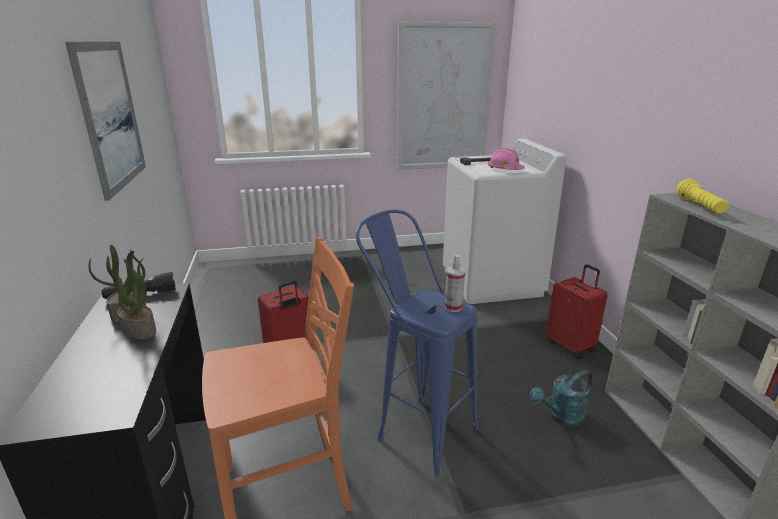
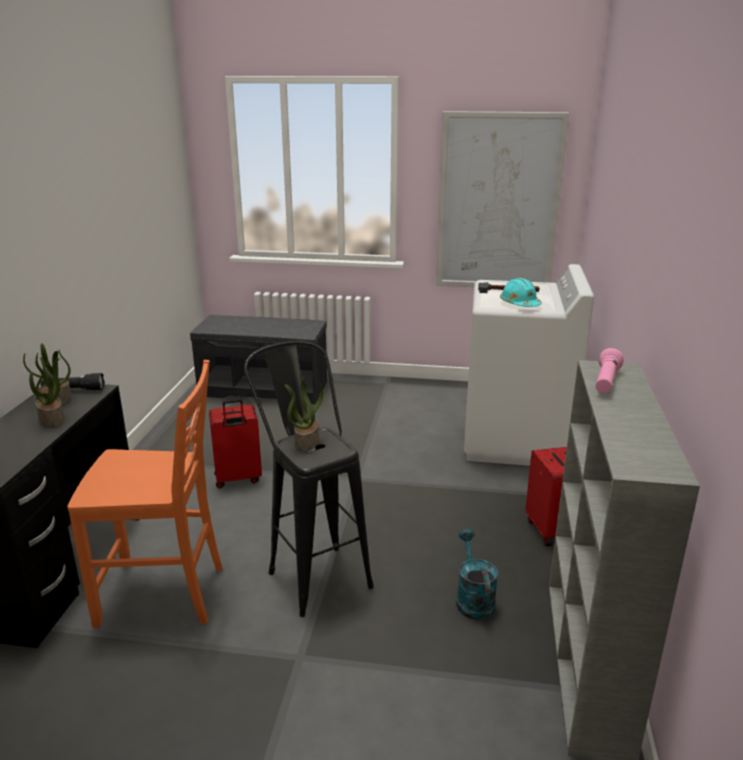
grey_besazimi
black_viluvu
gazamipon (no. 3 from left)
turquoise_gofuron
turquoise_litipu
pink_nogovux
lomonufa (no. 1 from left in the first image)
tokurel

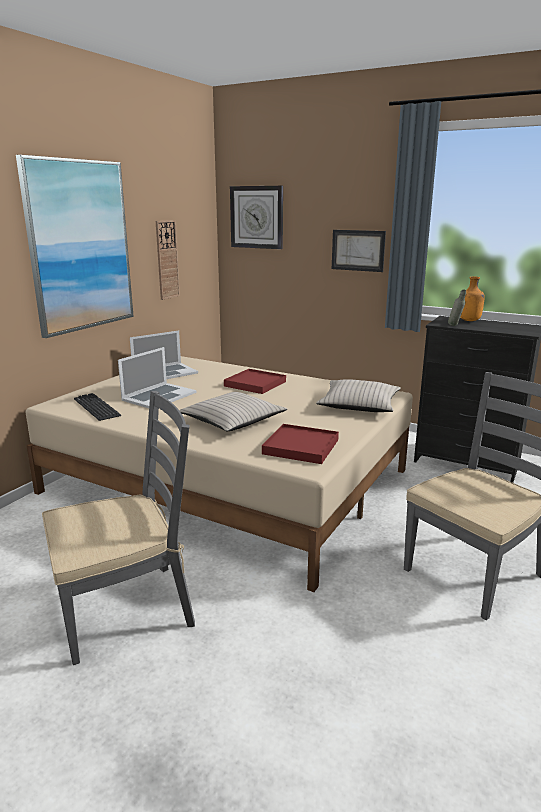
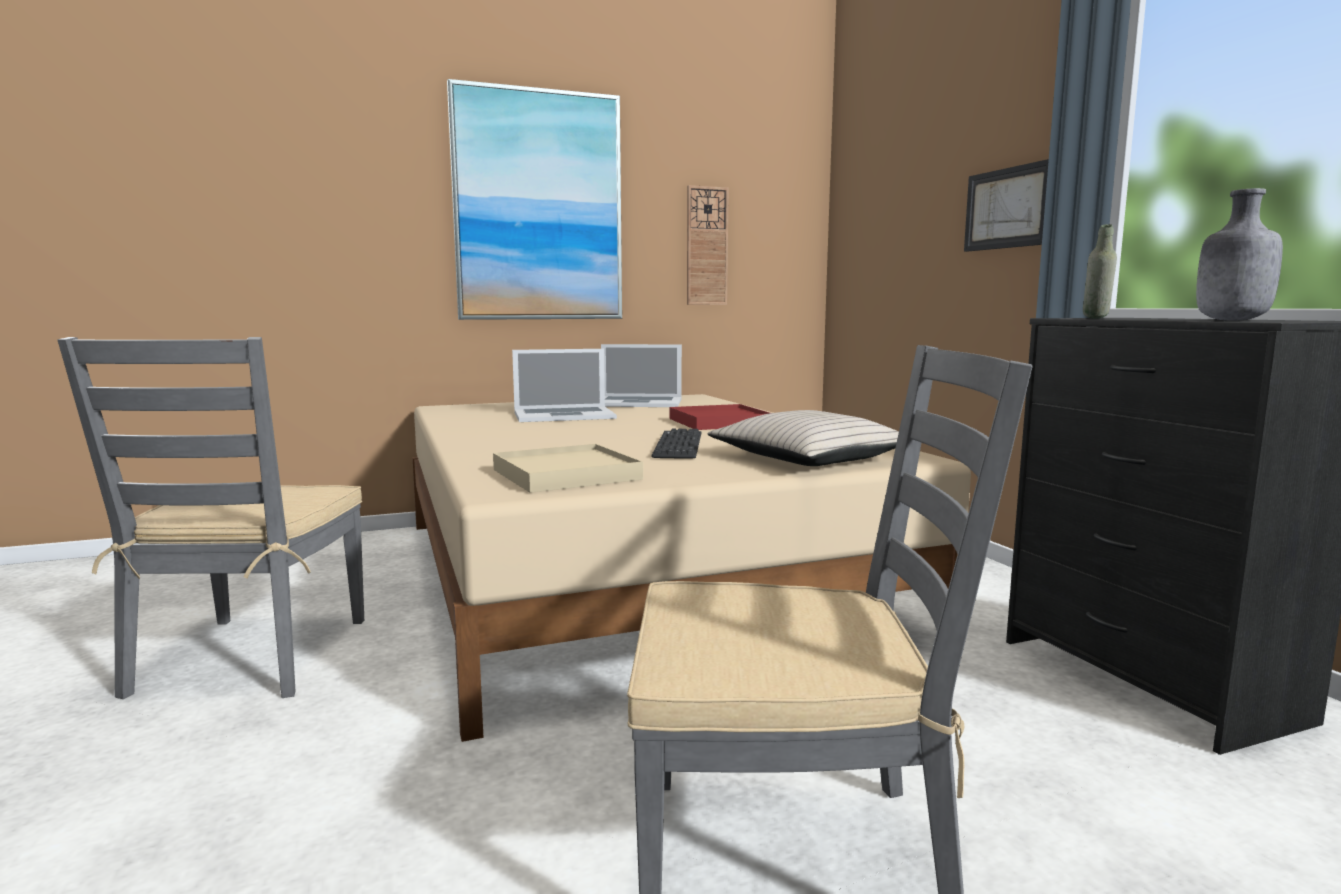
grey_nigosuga (no. 1 from left)
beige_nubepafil
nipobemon
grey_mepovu (no. 2 from left)
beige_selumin (no. 1 from left in the first image)
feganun (no. 2 from left in the first image)
orange_mepovu

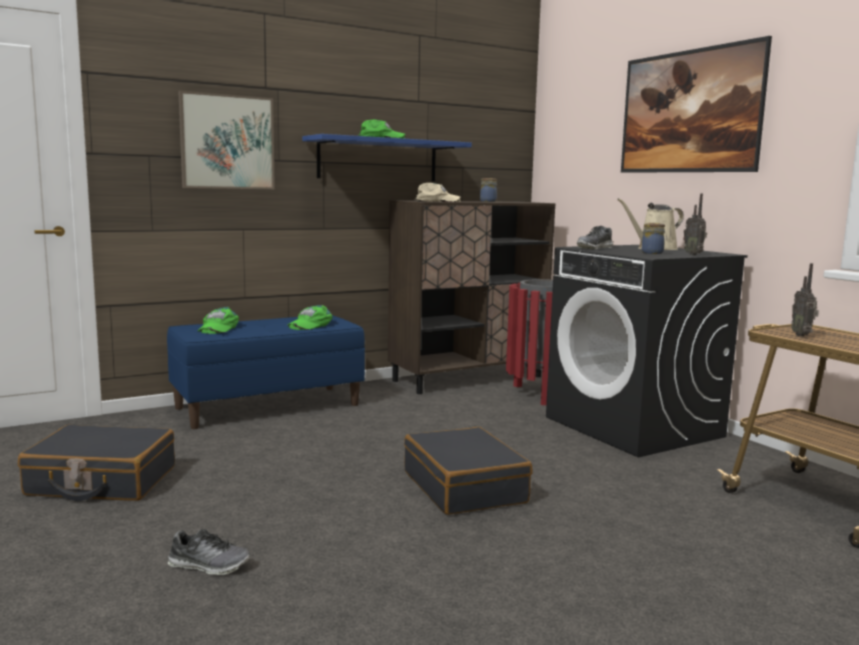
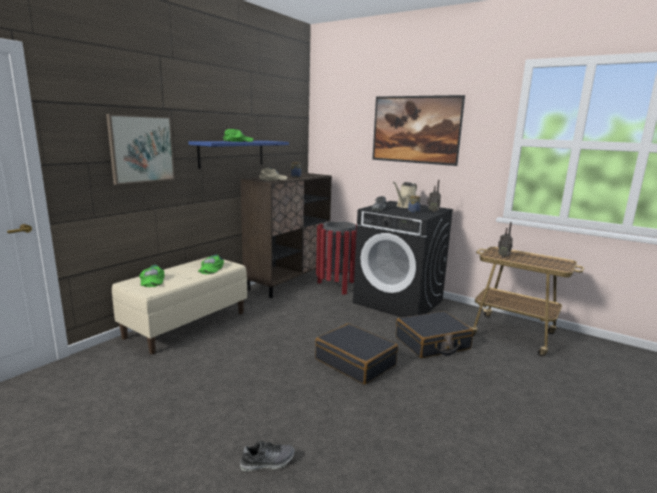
beige_besazimi
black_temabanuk (no. 2 from left)

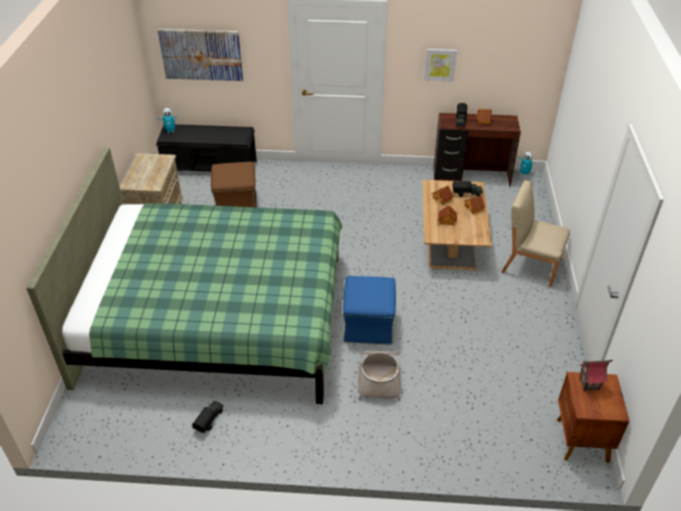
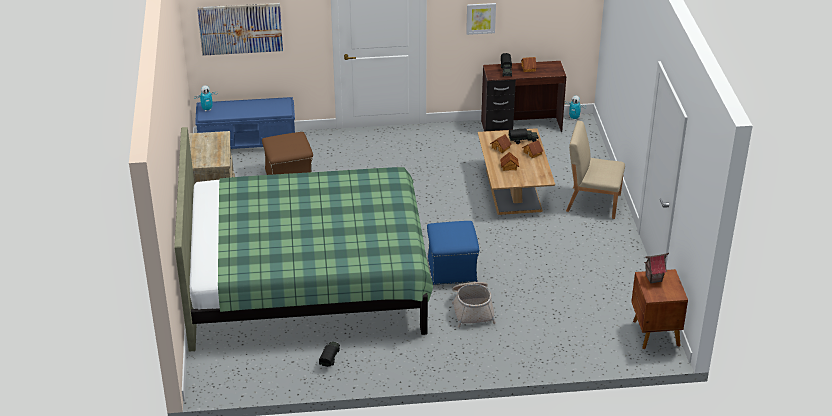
blue_besazimi

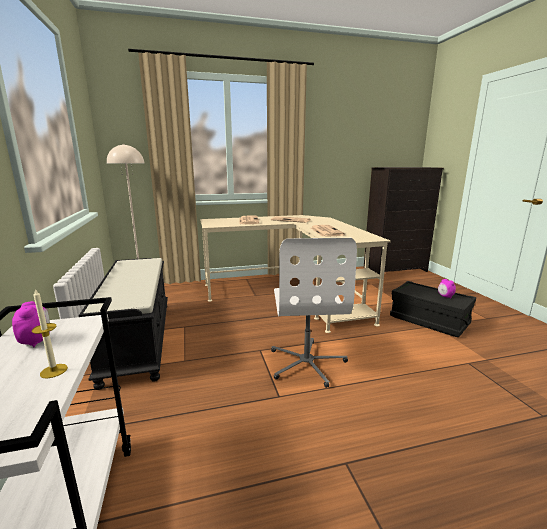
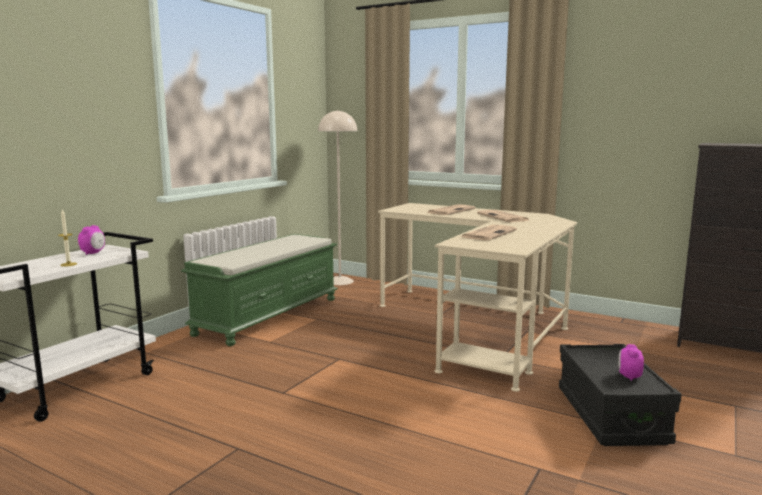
green_besazimi
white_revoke

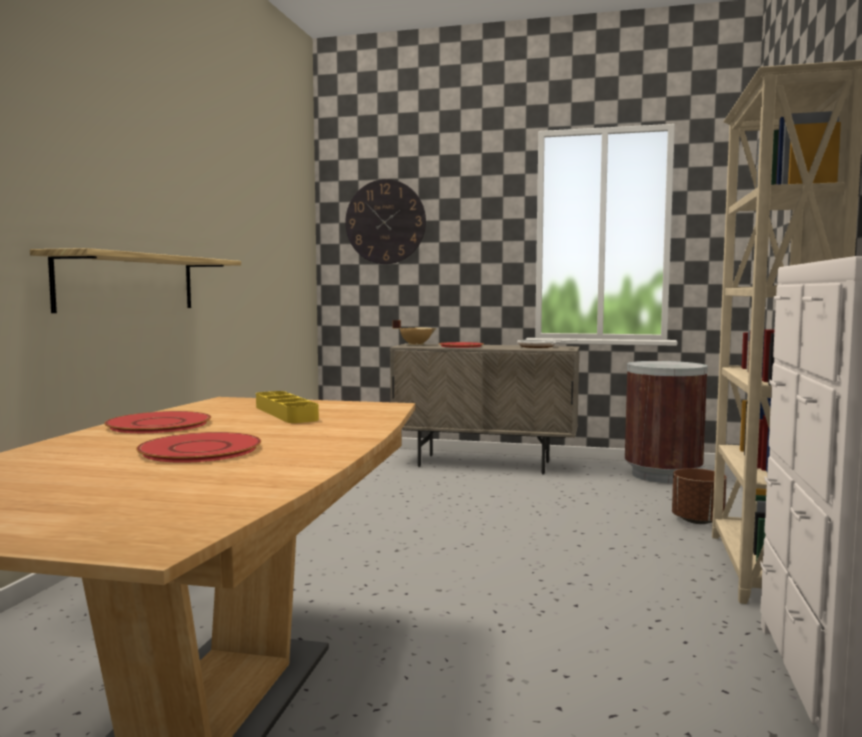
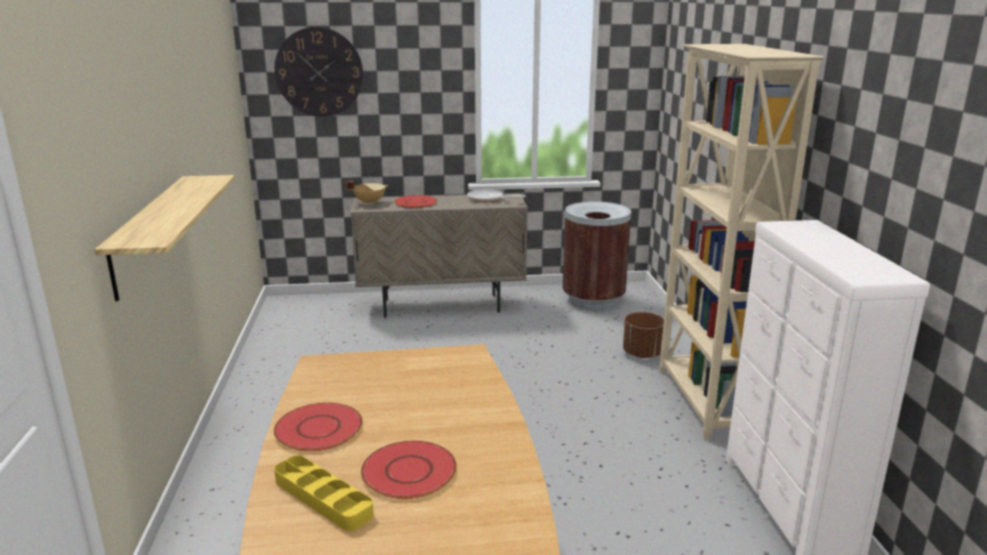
yellow_nubepafil

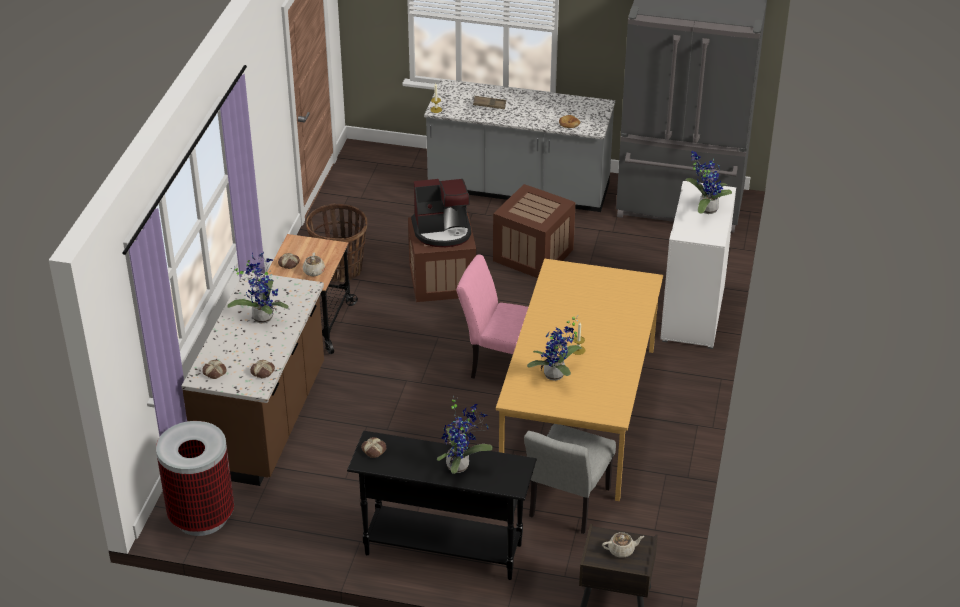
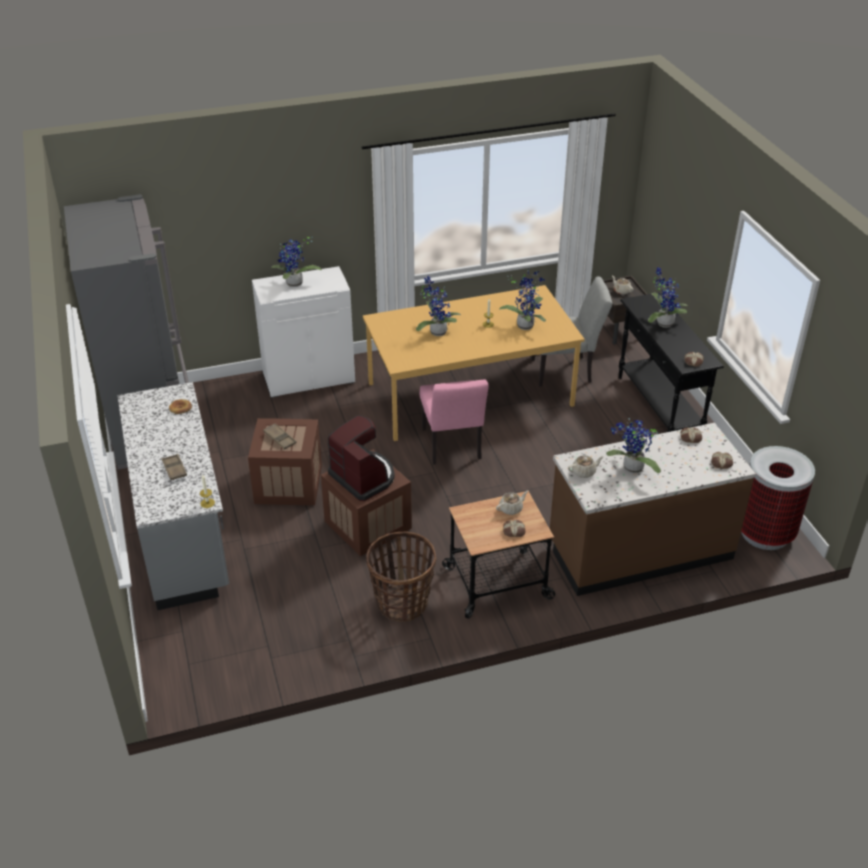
brown_nubepafil (no. 2 from left)
gazamipon (no. 2 from left)
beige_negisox (no. 2 from left)

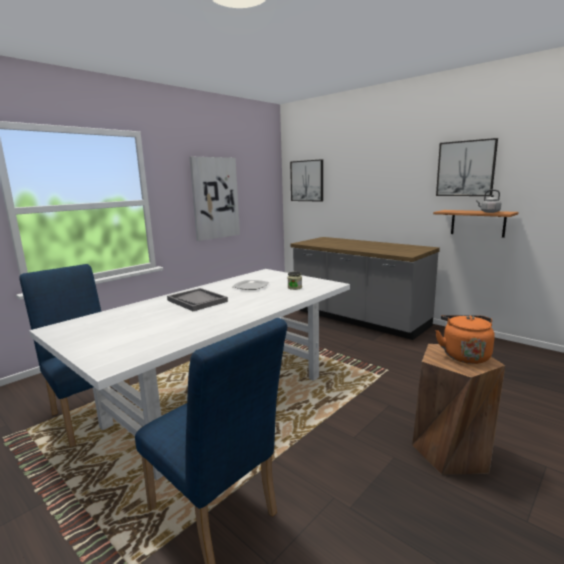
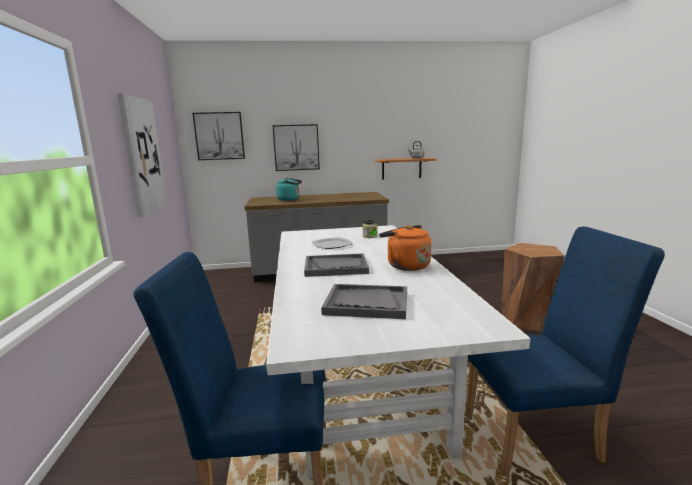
lomonufa (no. 3 from left)
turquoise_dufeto
grey_nubepafil (no. 2 from left)
orange_dufeto

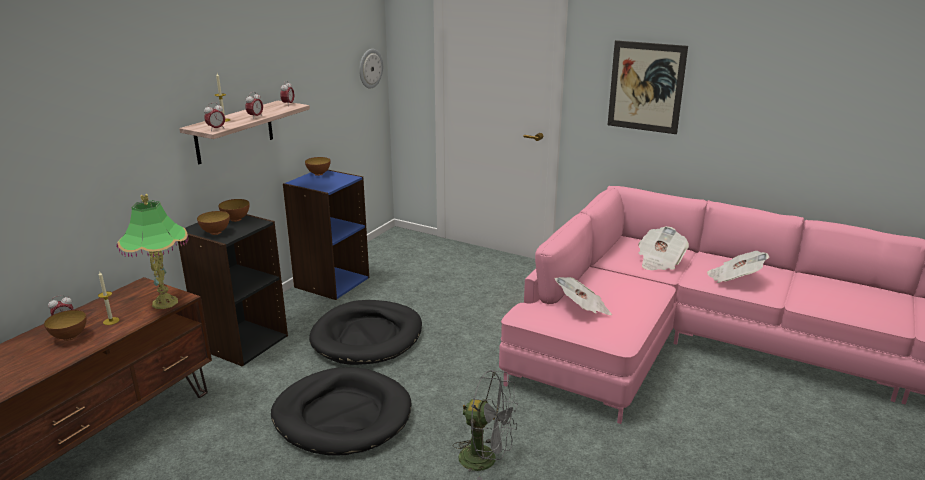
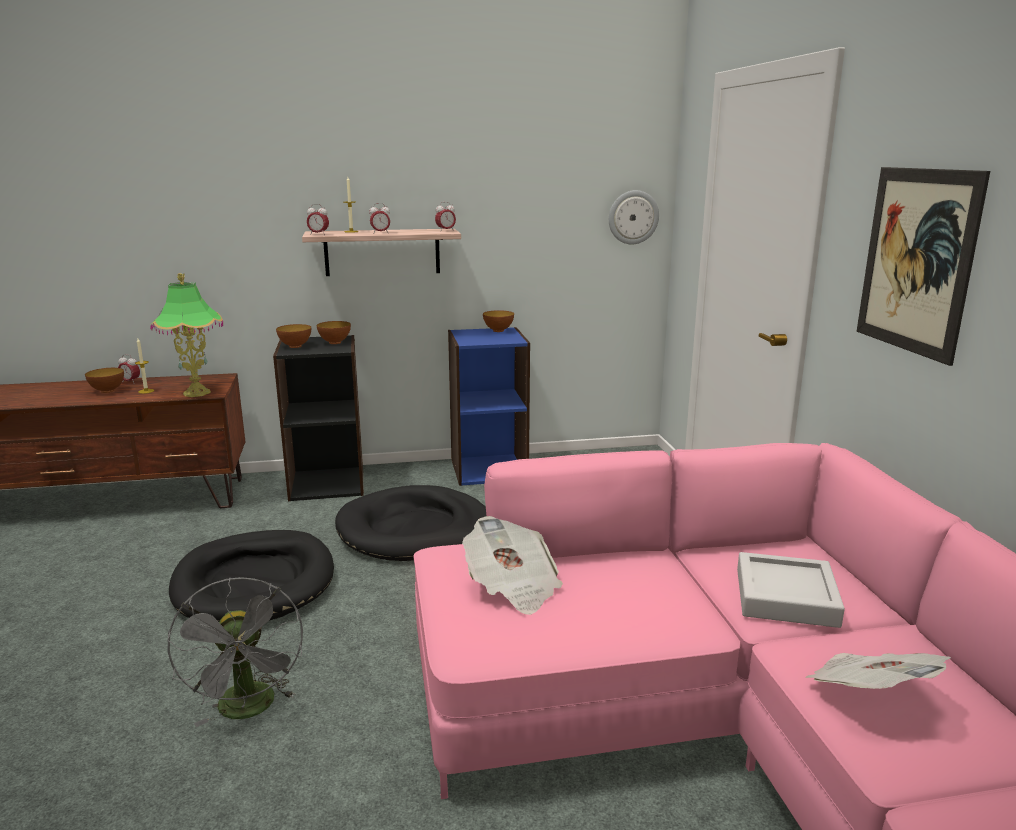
grey_nubepafil

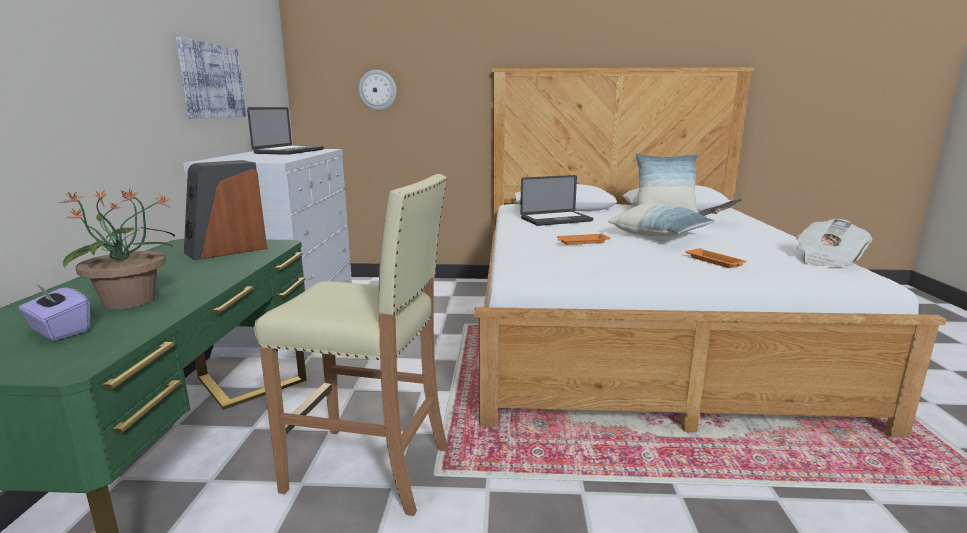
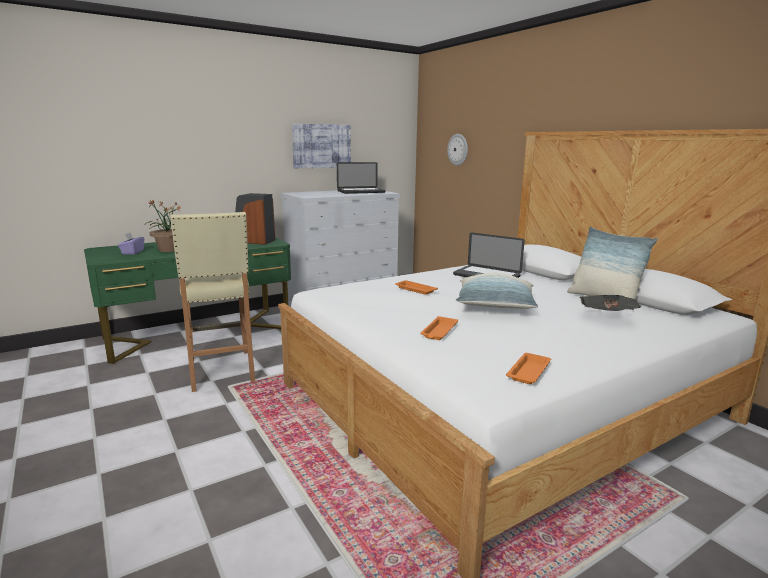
orange_nubepafil (no. 3 from left)

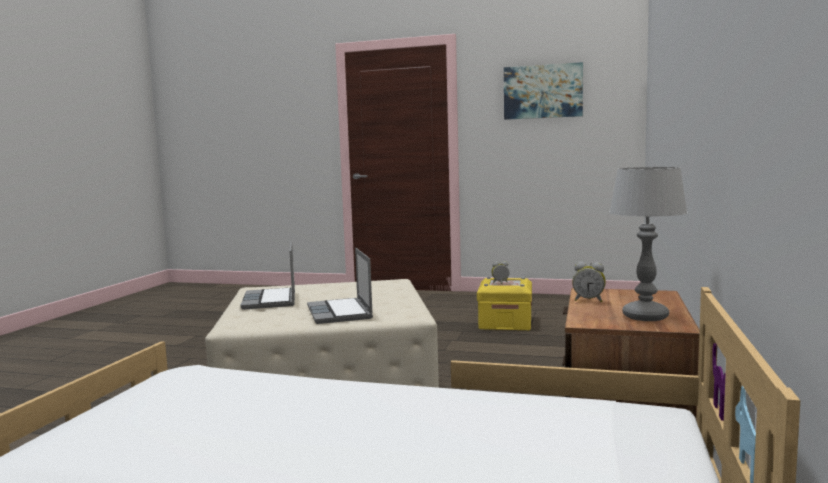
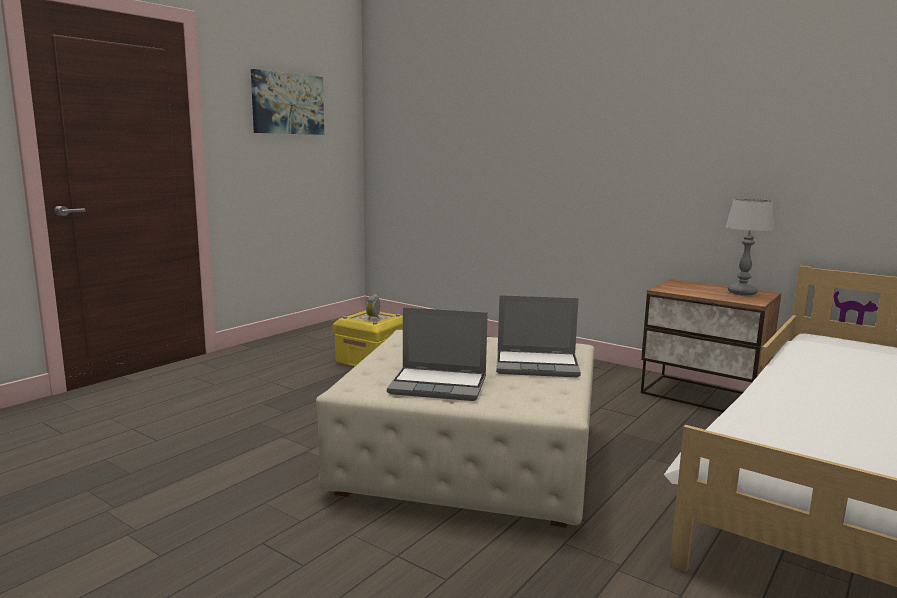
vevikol (no. 2 from left in the first image)

